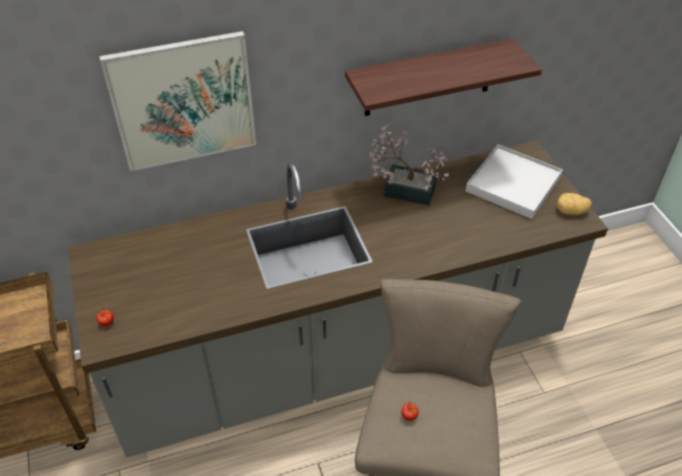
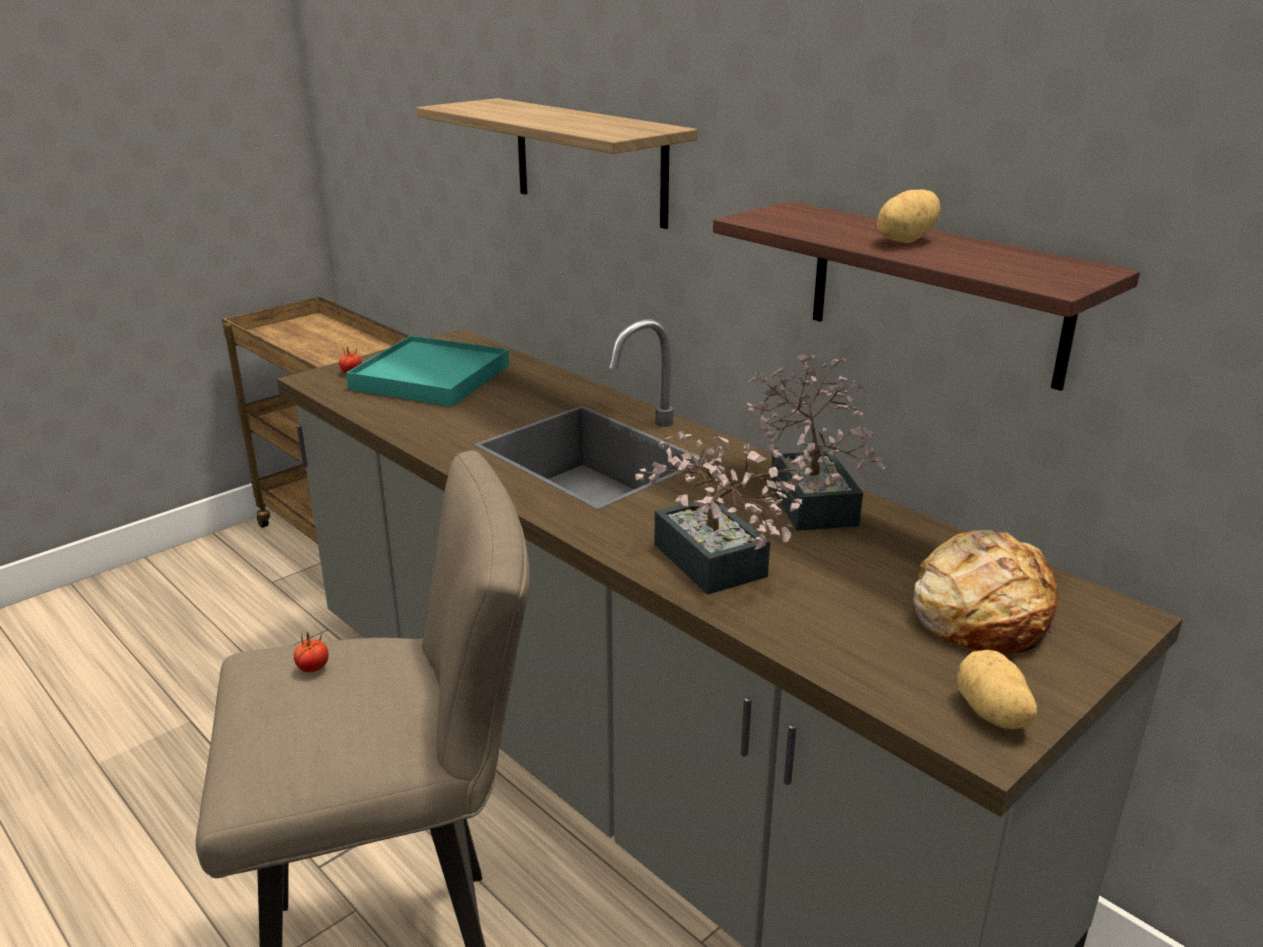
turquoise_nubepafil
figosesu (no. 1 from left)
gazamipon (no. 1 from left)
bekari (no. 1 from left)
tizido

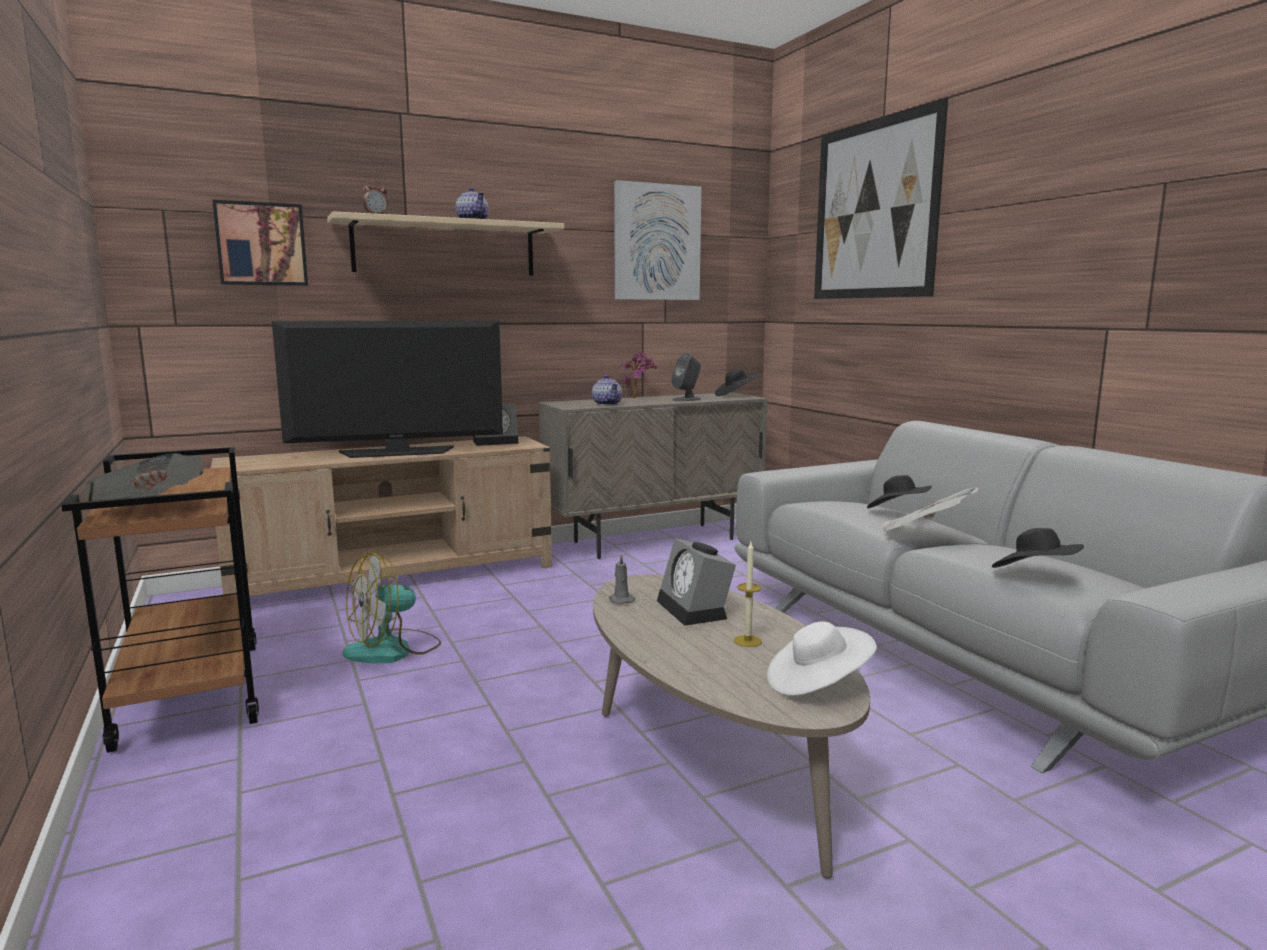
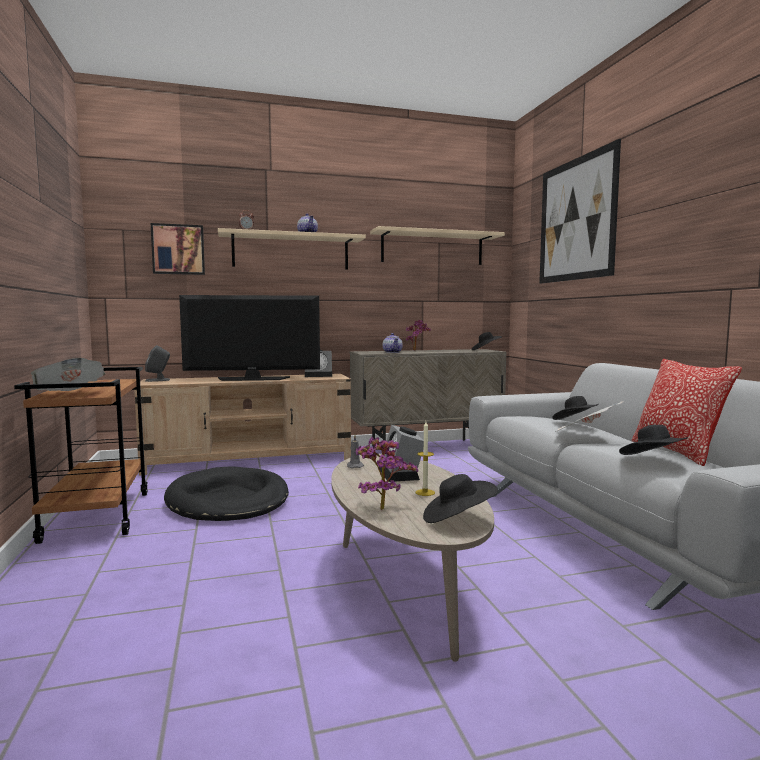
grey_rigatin
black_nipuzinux
gazamipon (no. 1 from left)
beige_figosesu (no. 2 from left)
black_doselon (no. 1 from left)
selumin

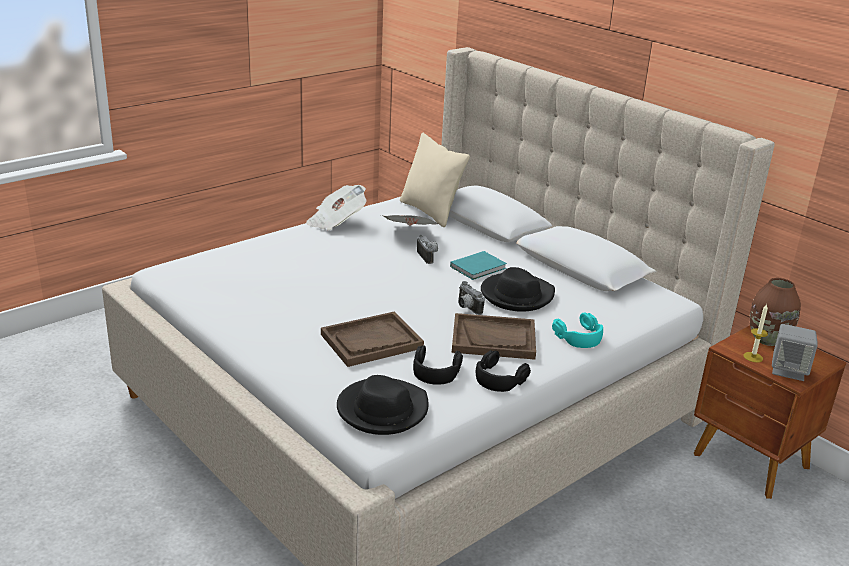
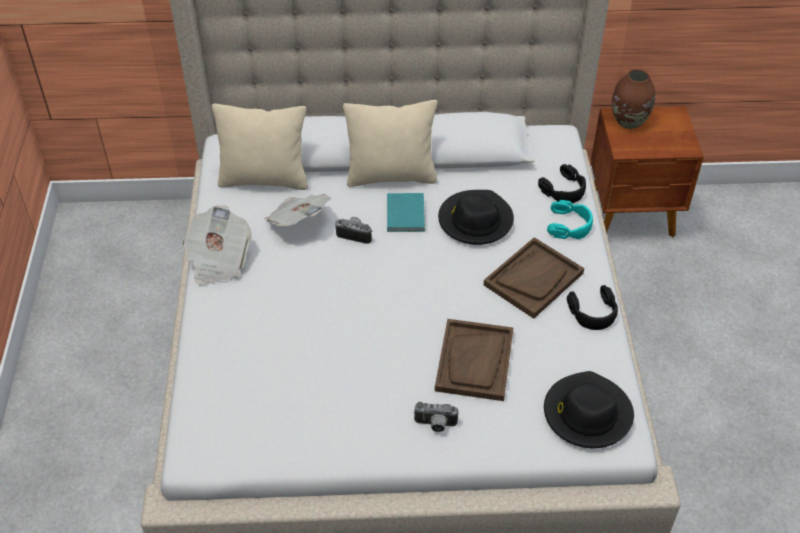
beige_selumin (no. 2 from left)
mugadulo (no. 2 from left)
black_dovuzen (no. 1 from left)
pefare
grey_rigatin

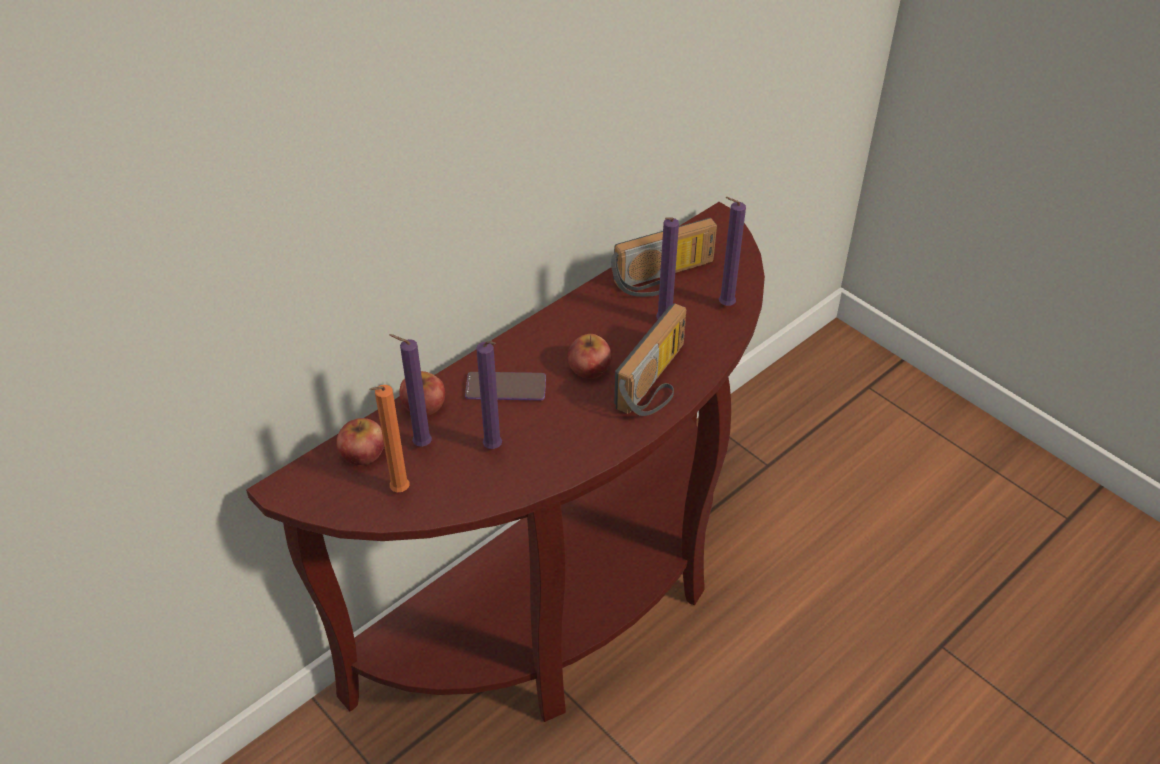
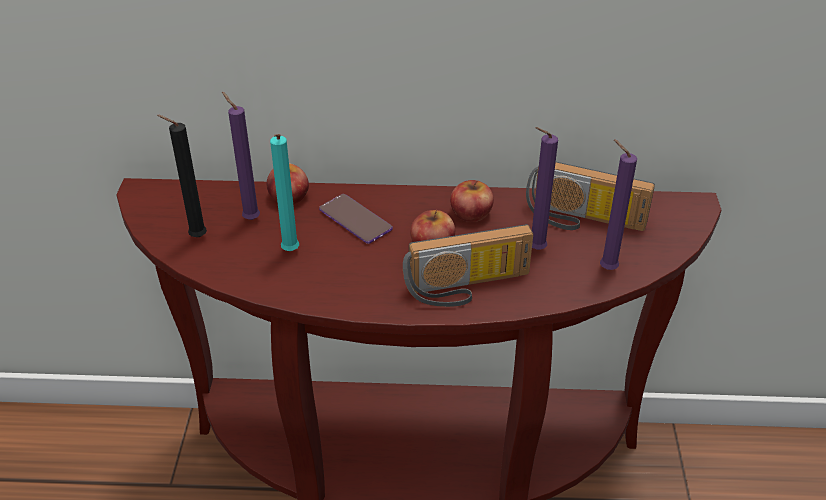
black_pefare
turquoise_pefare
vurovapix (no. 3 from left)

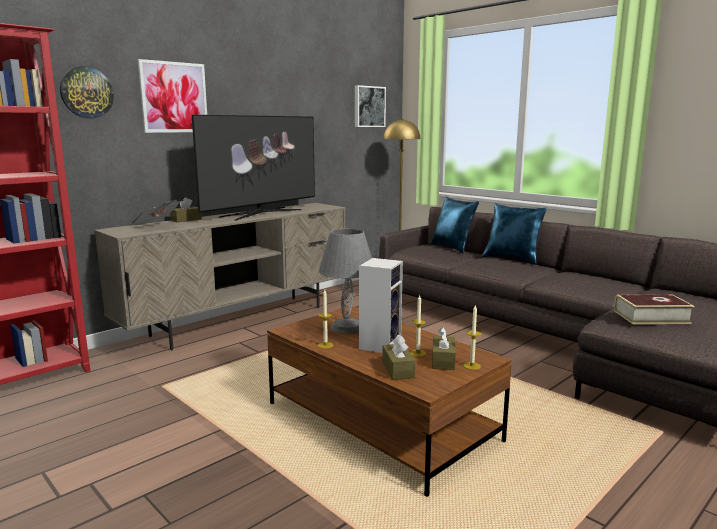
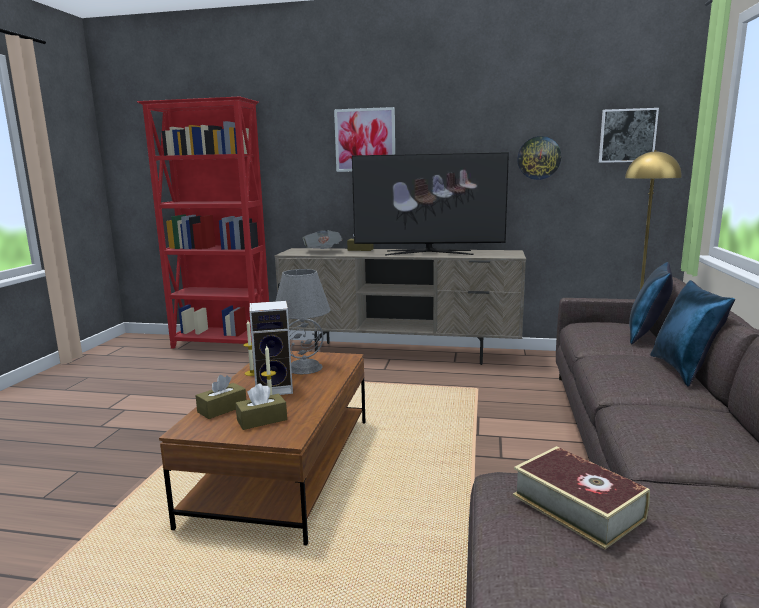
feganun
pefare (no. 3 from left in the first image)

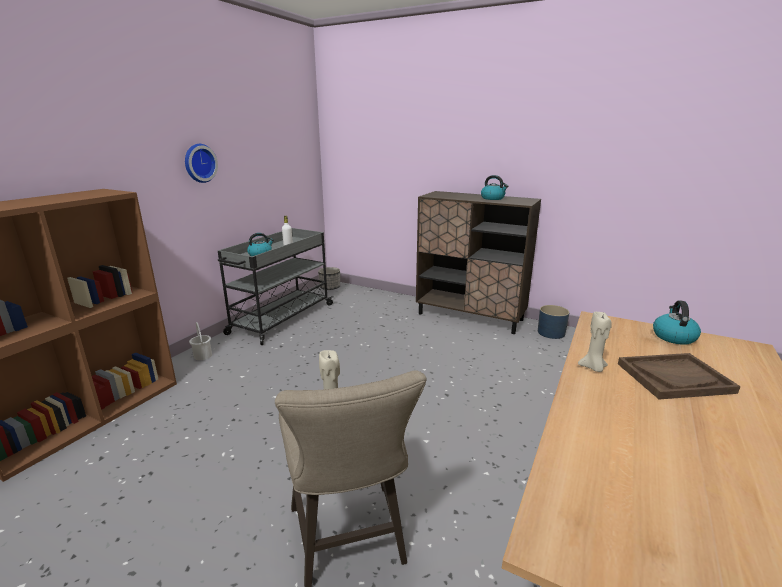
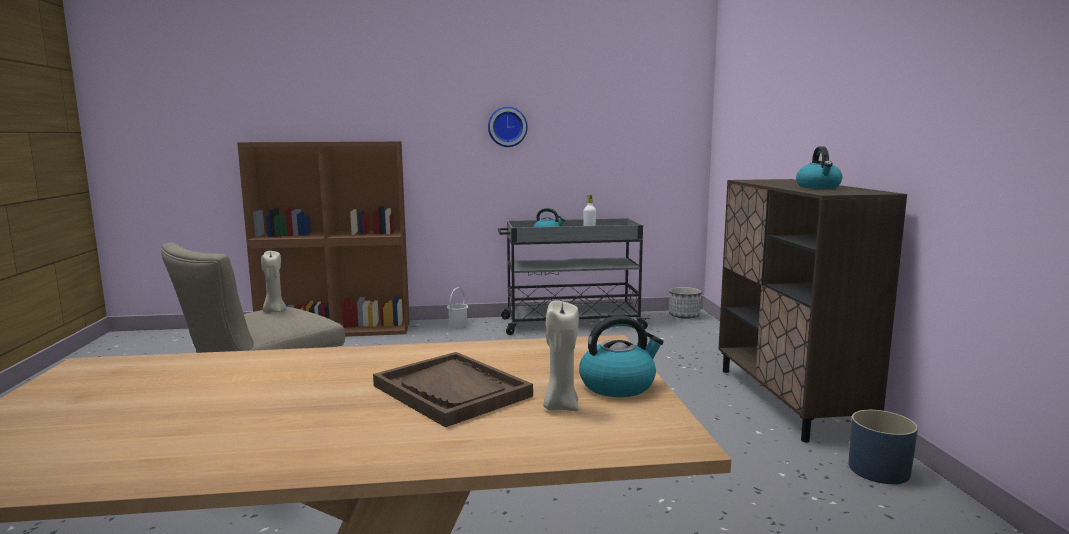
beige_pefare (no. 2 from left)

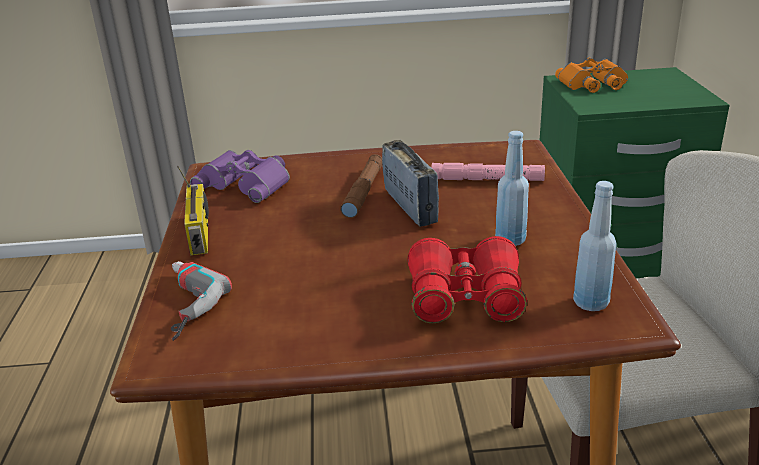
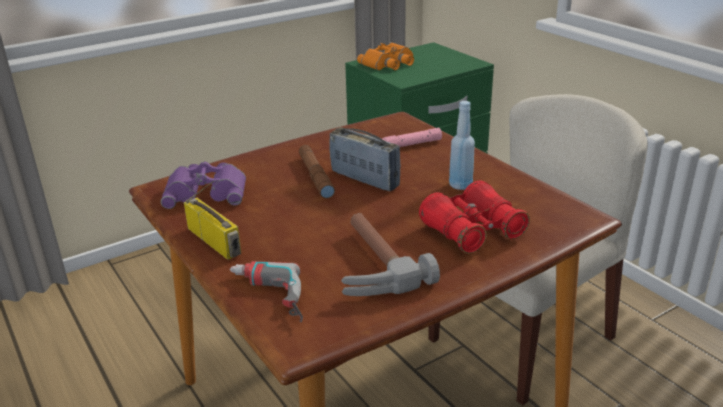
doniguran
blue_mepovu (no. 2 from left in the first image)

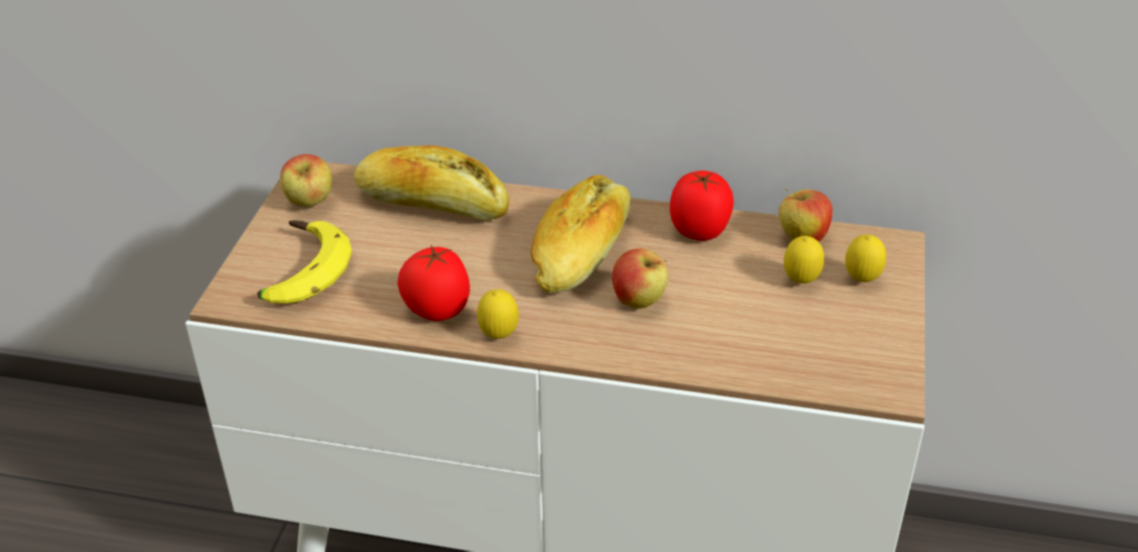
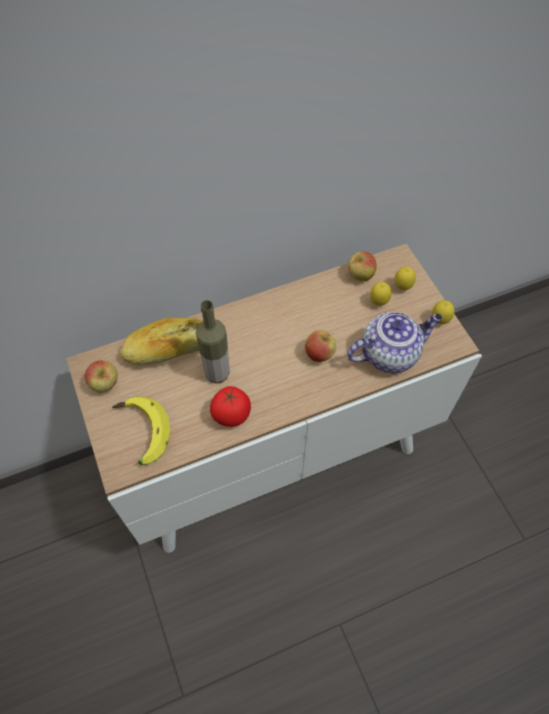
mepovu
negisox
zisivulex (no. 3 from left)
tizido (no. 2 from left in the first image)
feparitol (no. 2 from left in the first image)

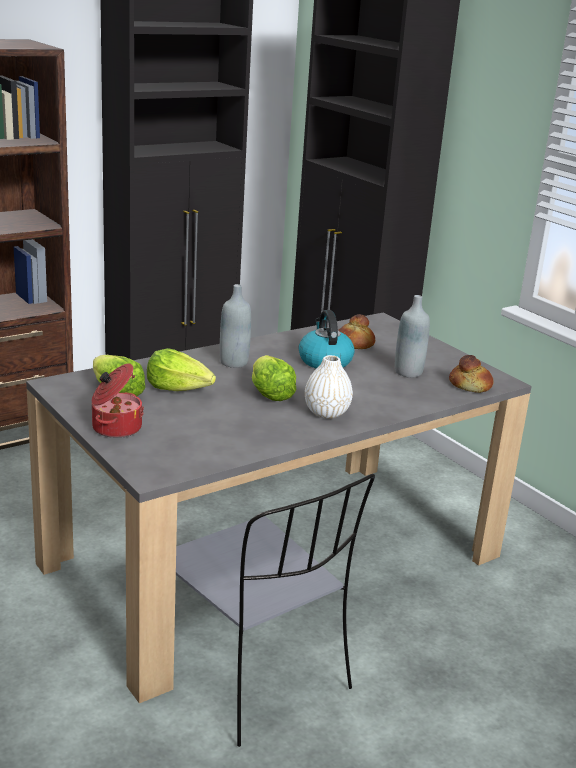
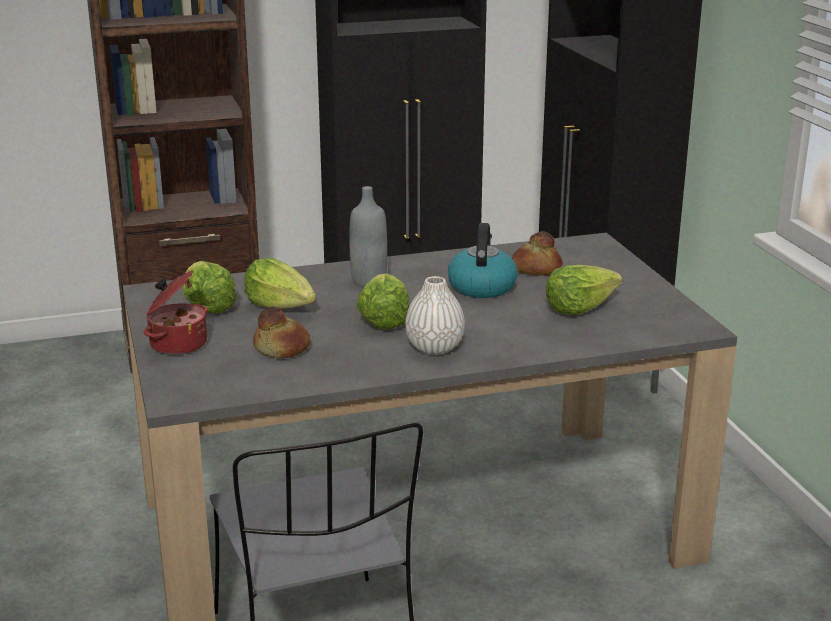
tizido (no. 1 from left)
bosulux (no. 4 from left)

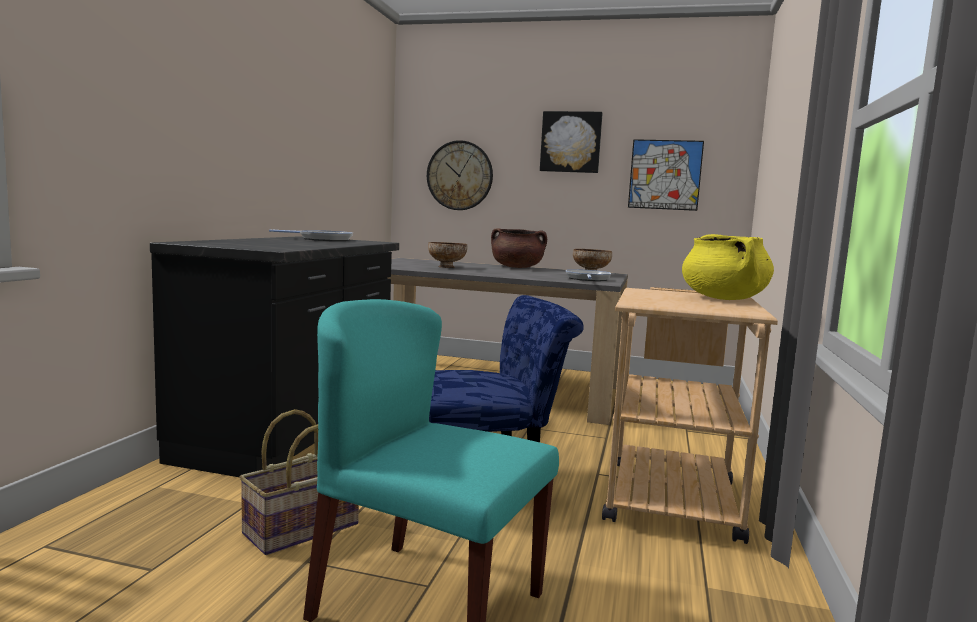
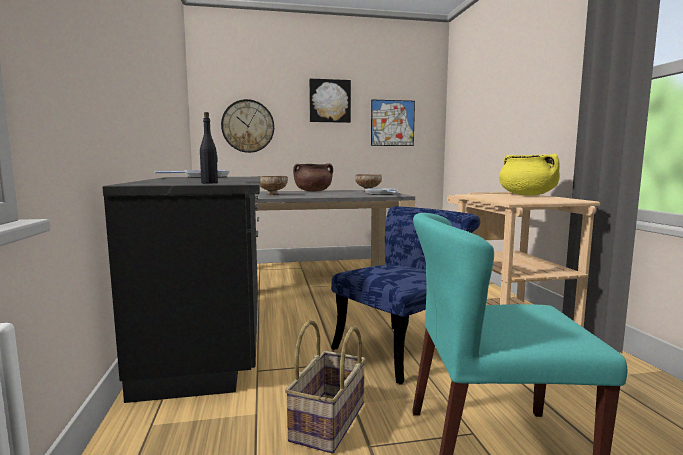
black_mepovu

